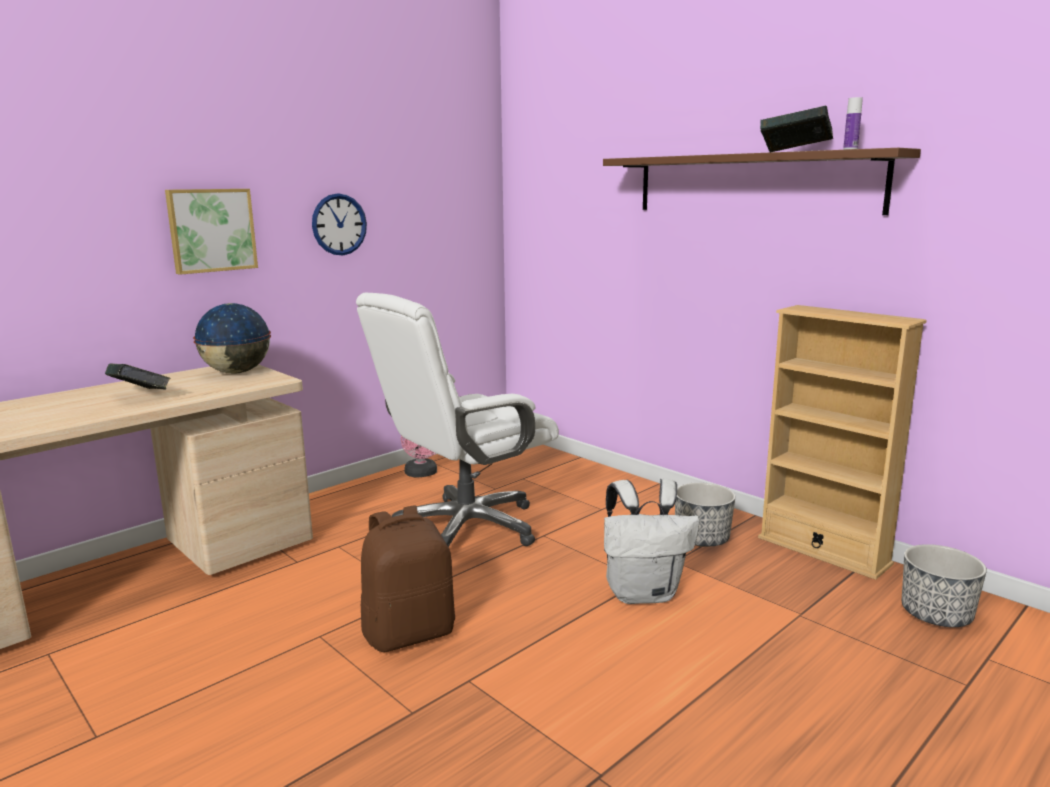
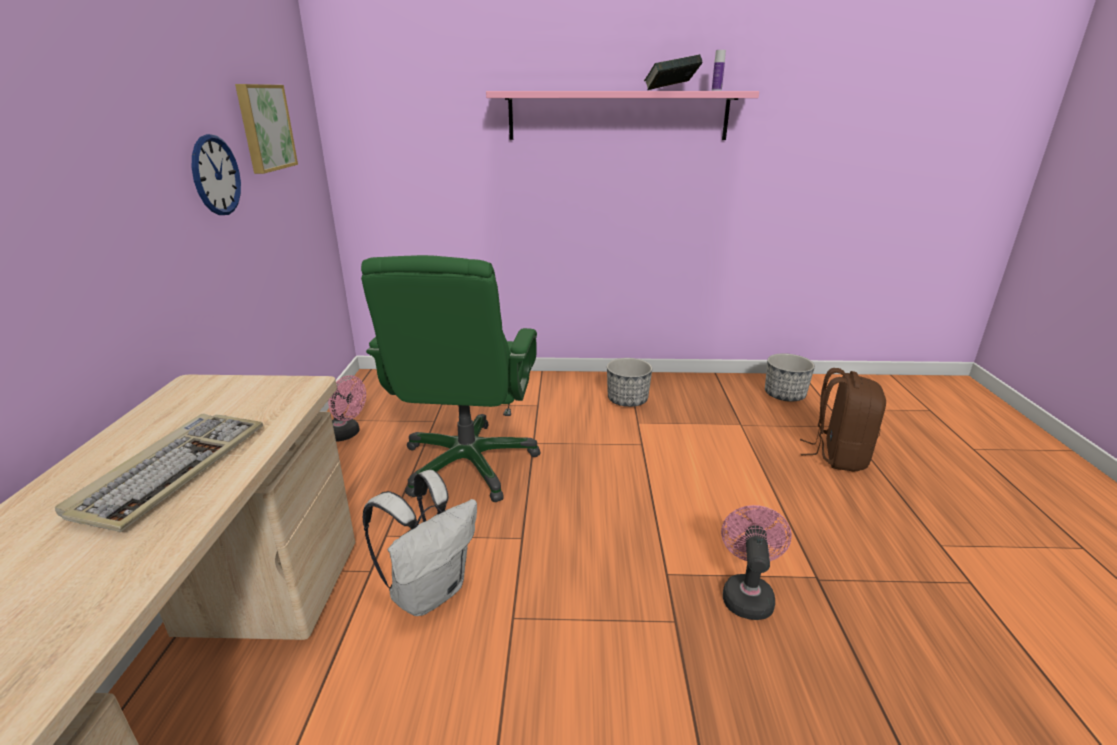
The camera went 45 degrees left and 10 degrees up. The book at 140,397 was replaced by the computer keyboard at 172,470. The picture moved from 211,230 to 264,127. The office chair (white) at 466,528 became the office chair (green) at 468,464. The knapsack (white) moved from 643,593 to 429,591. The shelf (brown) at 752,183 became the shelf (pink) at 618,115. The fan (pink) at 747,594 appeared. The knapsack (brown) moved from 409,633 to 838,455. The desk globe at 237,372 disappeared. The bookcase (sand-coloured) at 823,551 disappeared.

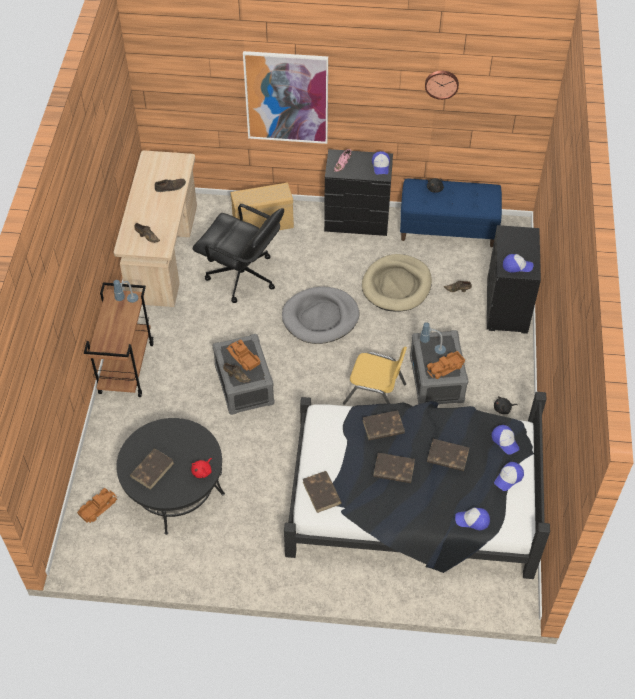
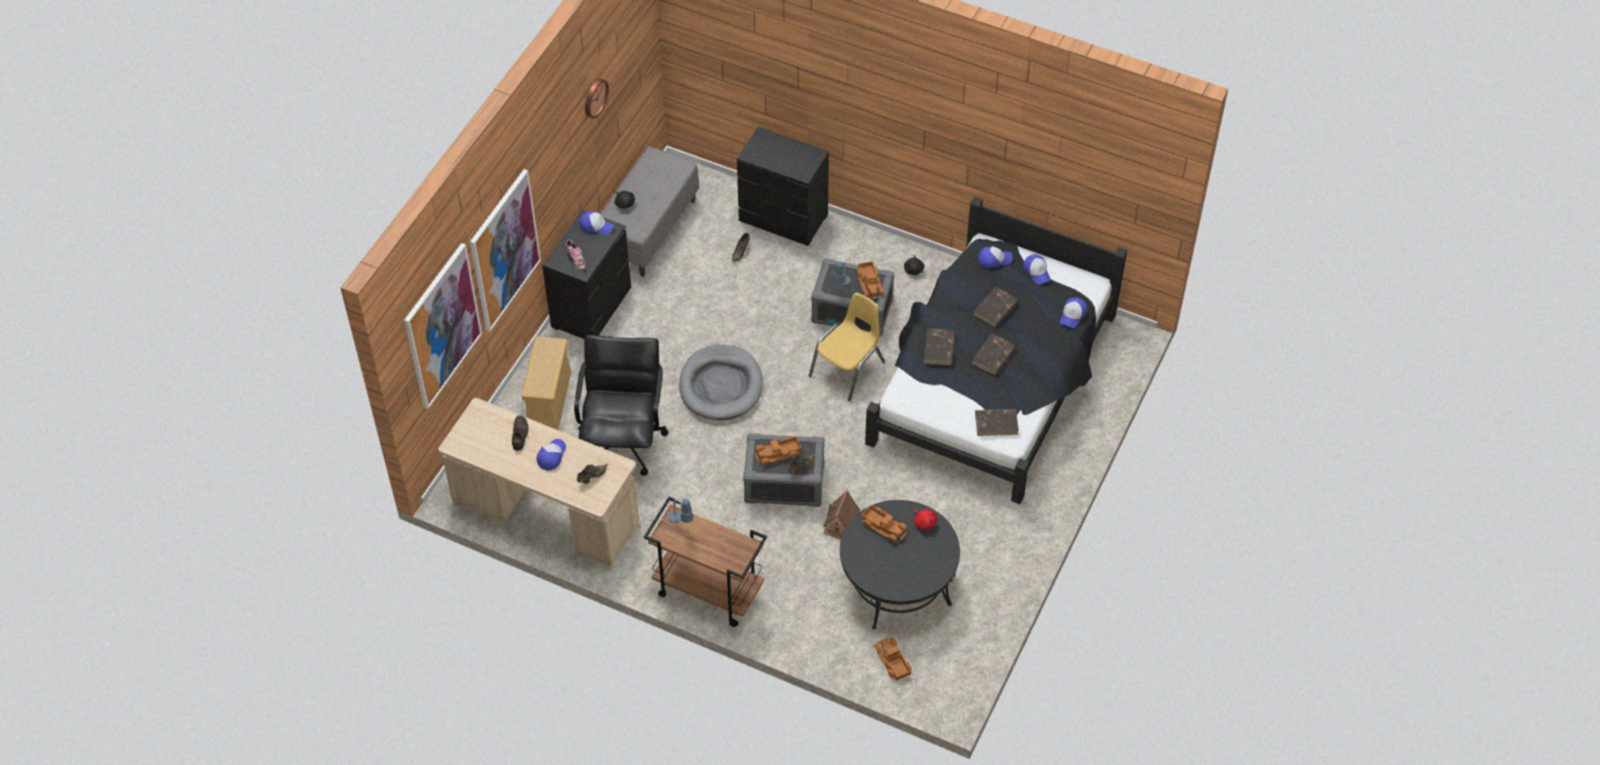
The camera went 70 degrees left and 0 degrees up. The picture at 442,326 appeared. The cap moved from 517,266 to 551,456. The office chair (black) at 242,277 turned 45 degrees counterclockwise. The bench (blue) at 448,229 became the bench (gray) at 648,229. The toy house at 840,522 appeared. The toy truck at 884,526 appeared. The book (brown) at 152,469 disappeared. The pet bed (sand-coloured) at 396,285 disappeared.

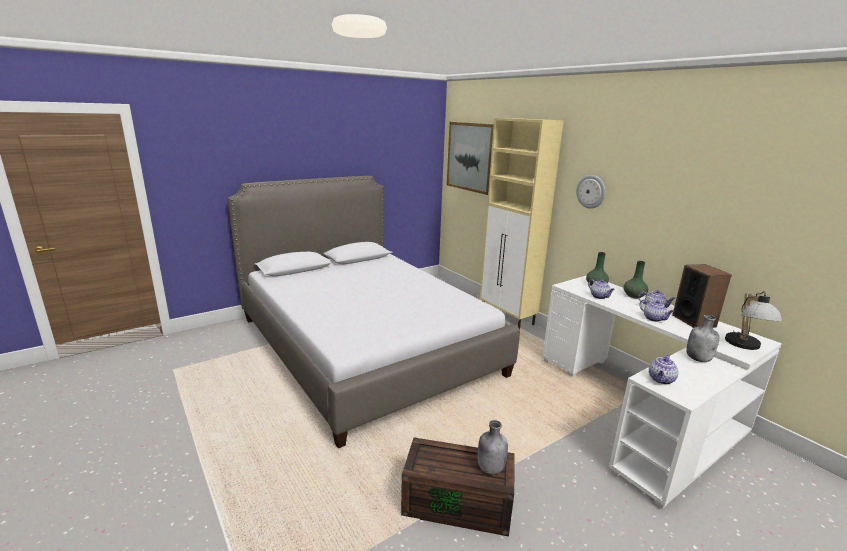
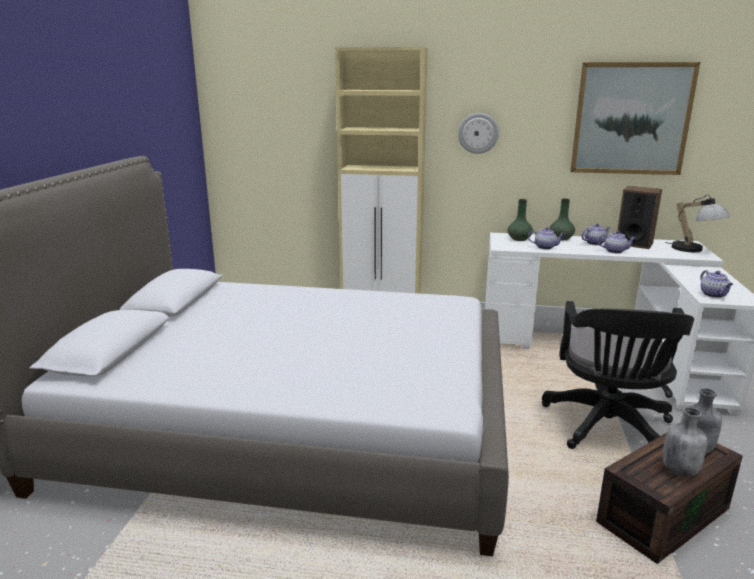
The camera went 45 degrees left and 0 degrees up. The office chair (black) at 608,428 appeared. The picture moved from 470,157 to 631,119. The beverage bottle (gray) moved from 698,359 to 679,470.

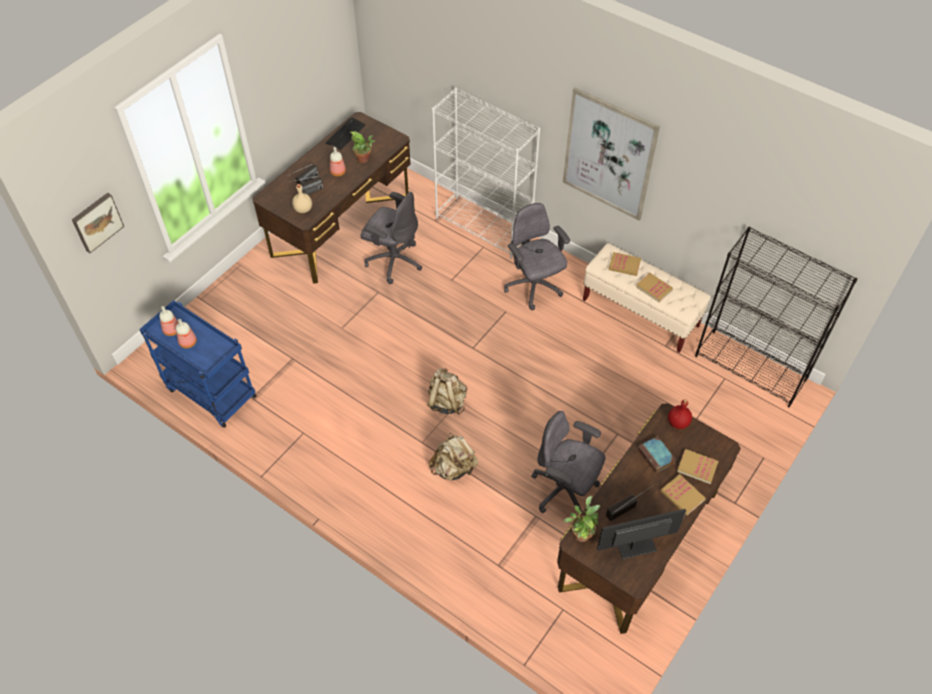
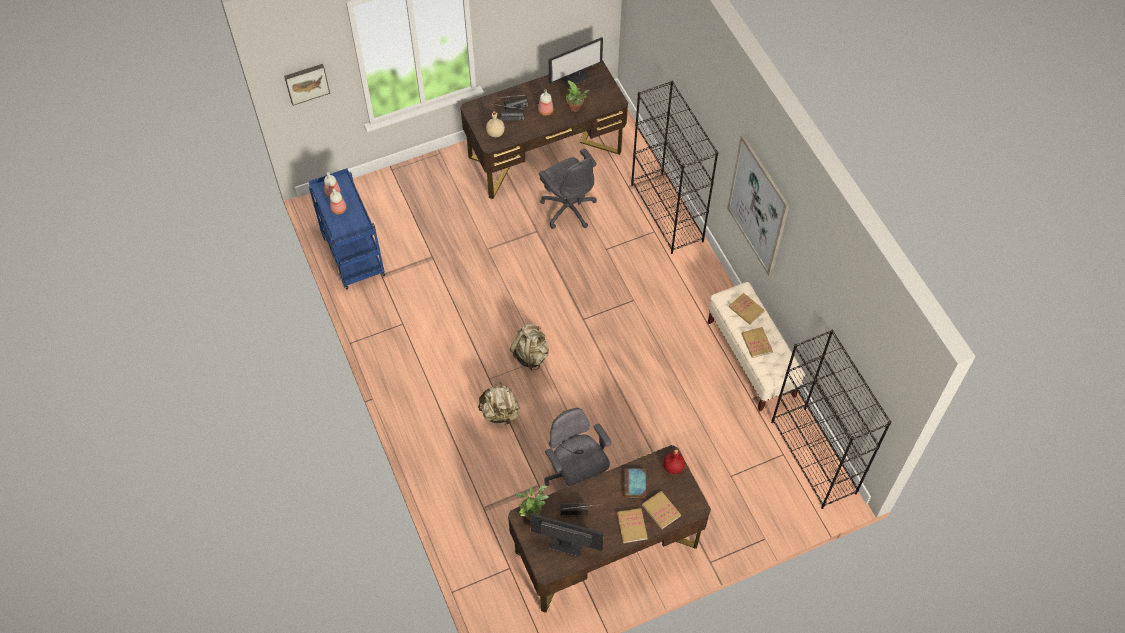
The camera went 30 degrees right and 5 degrees up. The computer keyboard at 345,134 was replaced by the computer screen at 575,76. The bookcase (white) at 484,227 became the bookcase (black) at 667,213. The office chair (gray) at 534,287 disappeared.

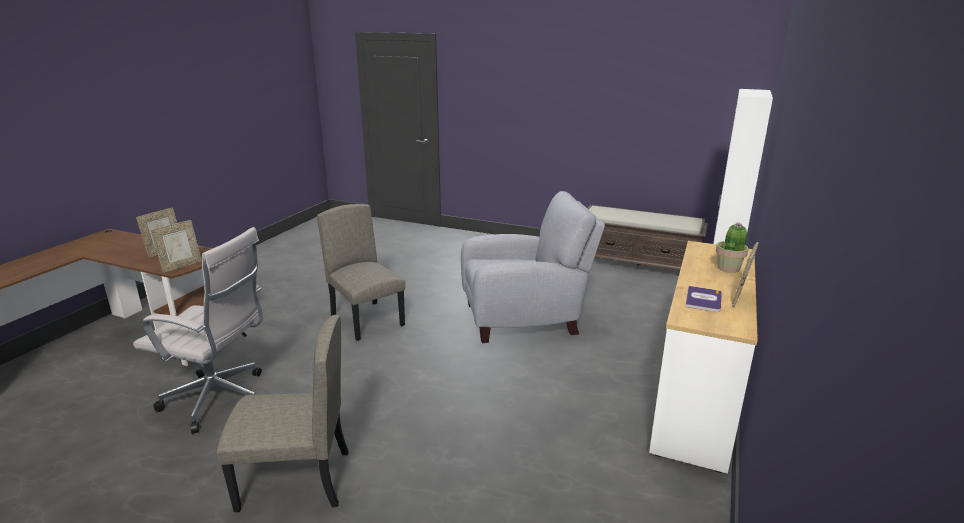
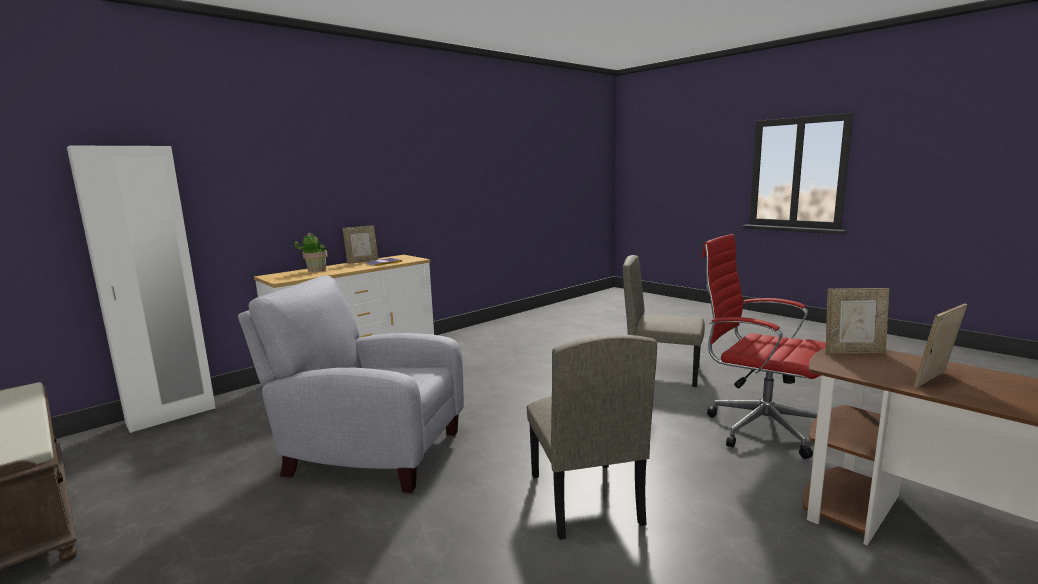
The camera went 155 degrees left and 10 degrees down. The office chair (white) at 220,400 became the office chair (reddish) at 758,428. The standing frame at 181,266 turned 150 degrees counterclockwise.

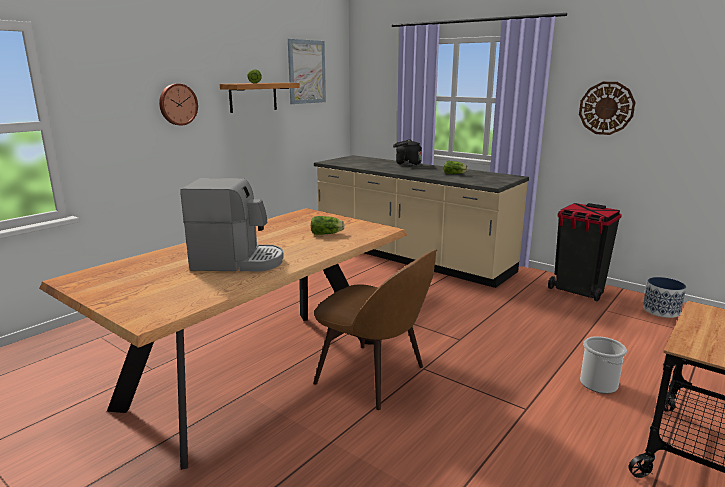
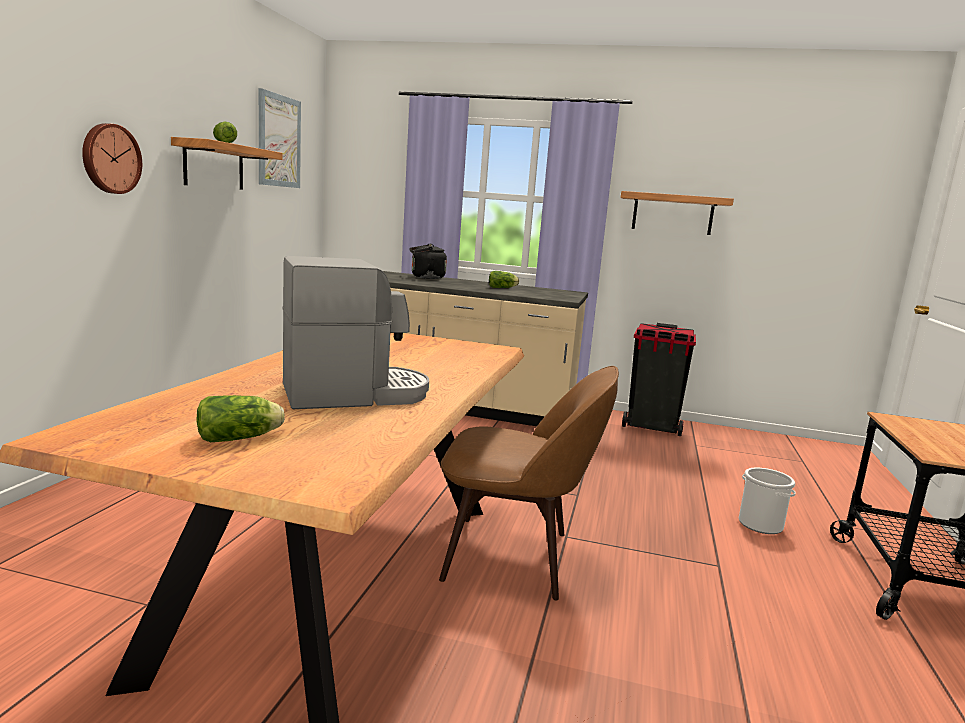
The camera went 25 degrees left and 5 degrees down. The head of lettuce moved from 327,234 to 242,438. The hanging clock at 606,108 was replaced by the shelf at 672,214. The flower pot at 661,311 disappeared.

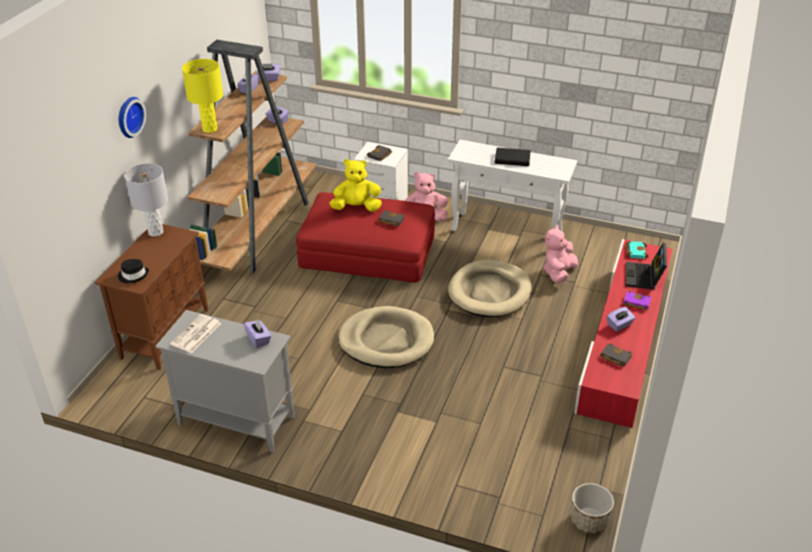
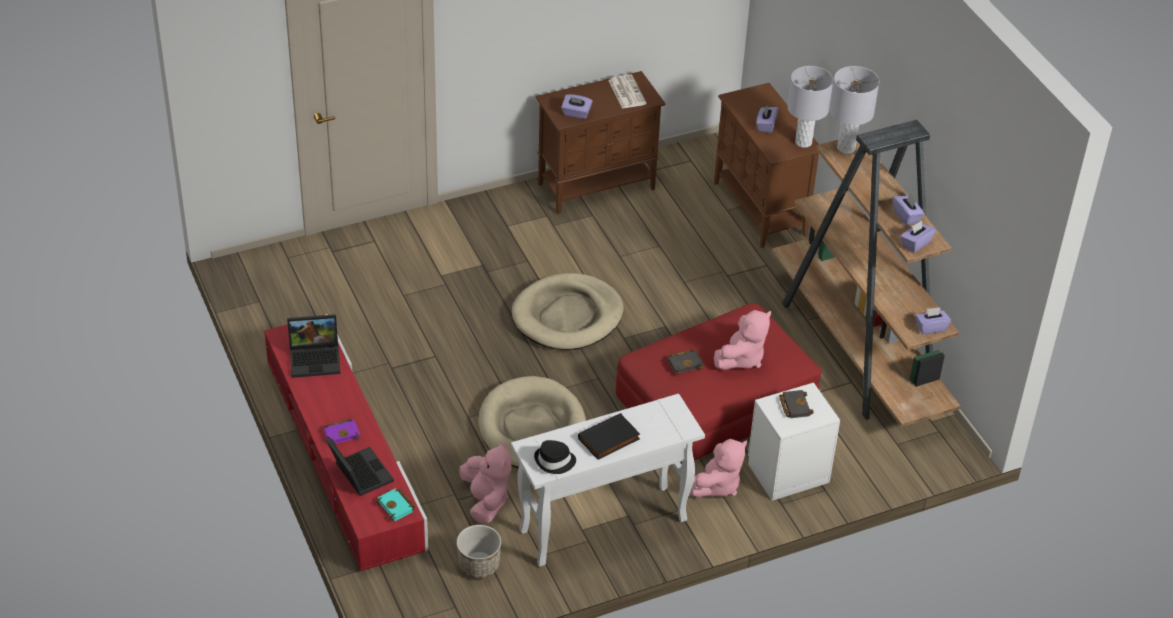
The camera went 135 degrees right and 5 degrees up. The book (black) at 614,357 was replaced by the portable computer at 316,358. The flower pot moved from 588,520 to 479,566. The clothing hat (black) moved from 133,275 to 554,461. The cabinet (gray) at 235,420 became the cabinet (brown) at 597,186. The cuddly toy (yellowish) at 356,208 became the cuddly toy (pink) at 741,358. The tissue box (purplish) moved from 619,325 to 766,125. The lamp for a table (yellowish) at 209,129 became the lamp for a table (gray) at 846,147. The hanging clock at 128,116 disappeared.

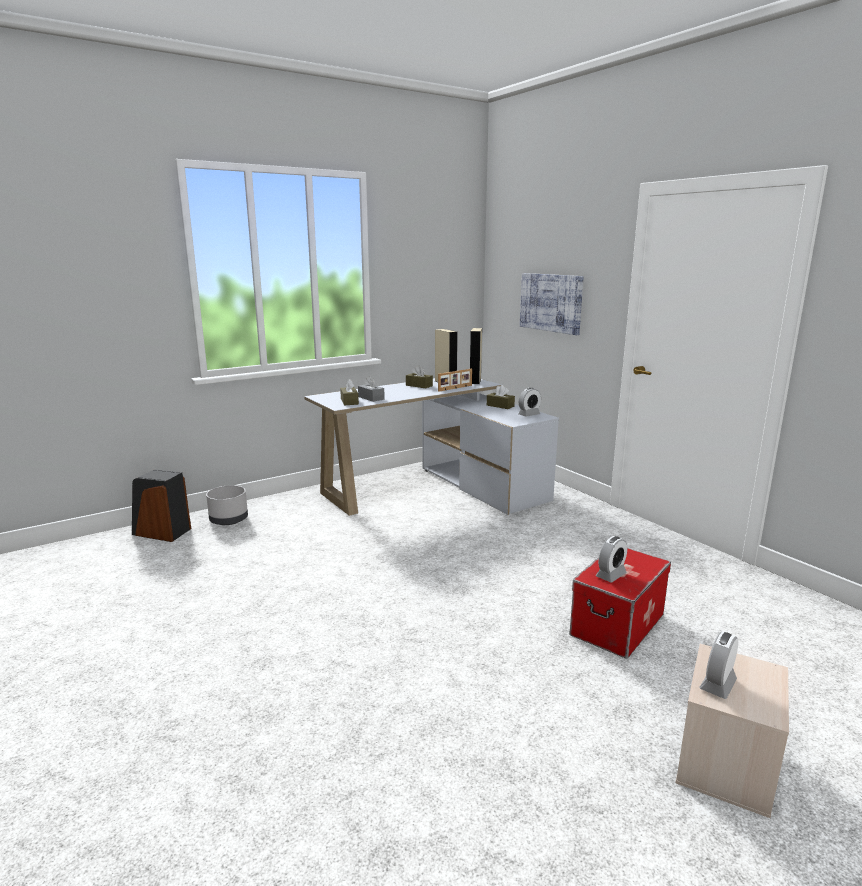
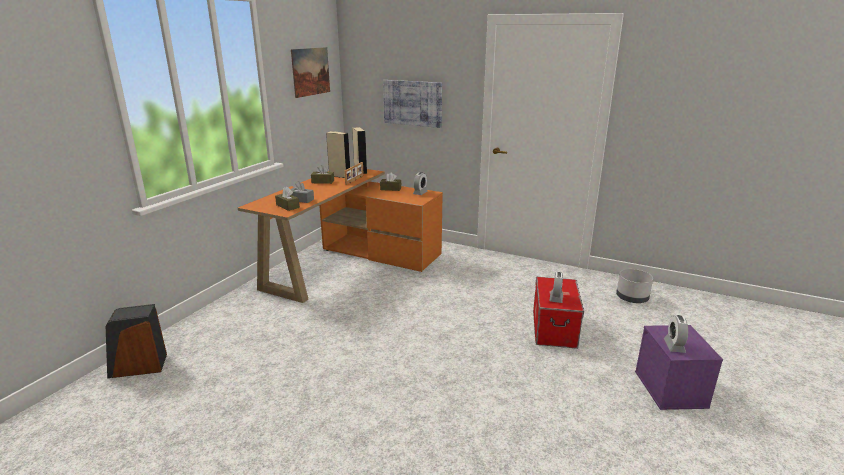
The camera went 30 degrees left and 5 degrees up. The desk (white) at 435,488 became the desk (orangey) at 348,263. The picture at 311,71 appeared. The flower pot (gray) moved from 229,520 to 631,297. The storage bin (sand-coloured) at 726,765 became the storage bin (purplish) at 671,389.

